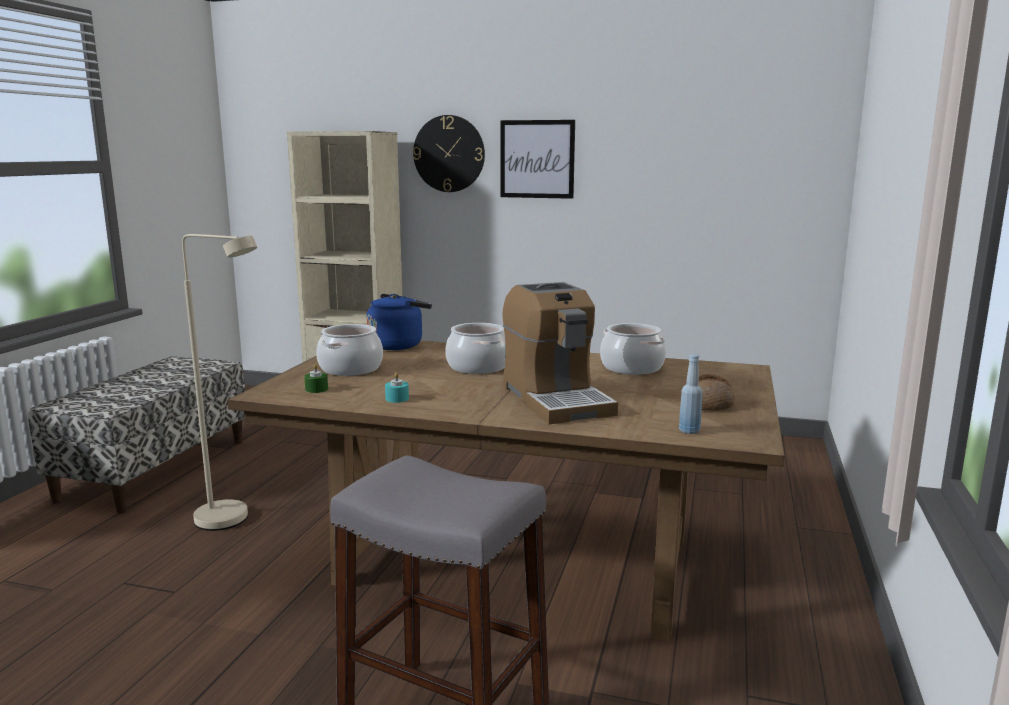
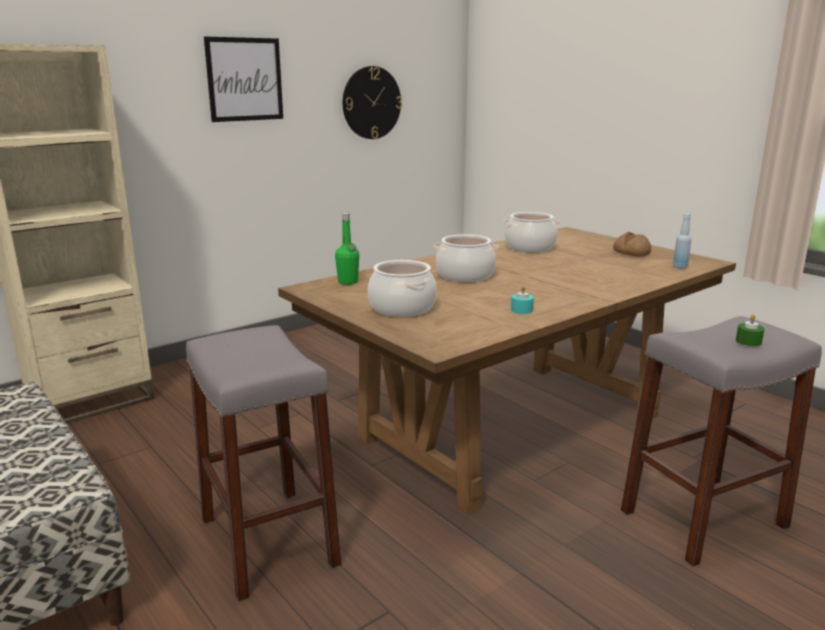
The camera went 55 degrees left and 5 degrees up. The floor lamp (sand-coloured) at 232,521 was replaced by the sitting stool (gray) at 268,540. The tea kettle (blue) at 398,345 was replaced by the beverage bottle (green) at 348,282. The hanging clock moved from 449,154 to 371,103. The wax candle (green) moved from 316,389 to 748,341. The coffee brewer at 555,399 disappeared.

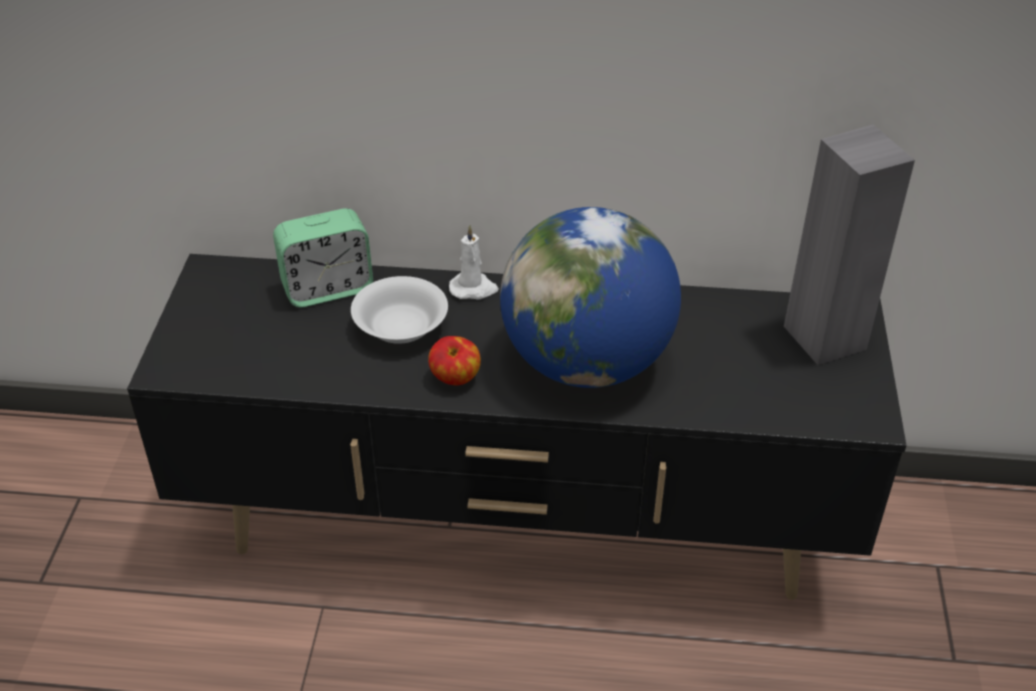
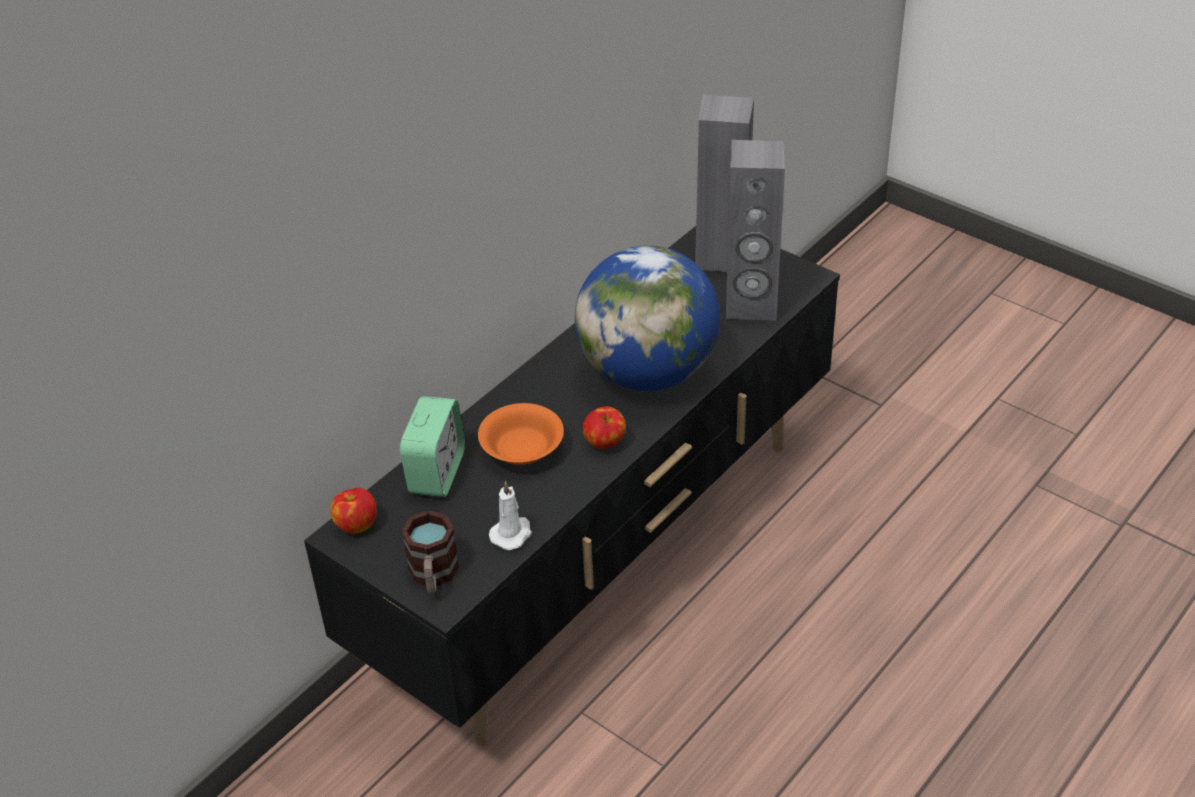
The camera went 55 degrees left and 0 degrees up. The apple fruit at 356,525 appeared. The coffee mug at 433,576 appeared. The bowl (white) at 399,327 became the bowl (orangey) at 521,450. The wax candle (white) moved from 474,289 to 512,534. The speaker (gray) at 751,305 appeared.

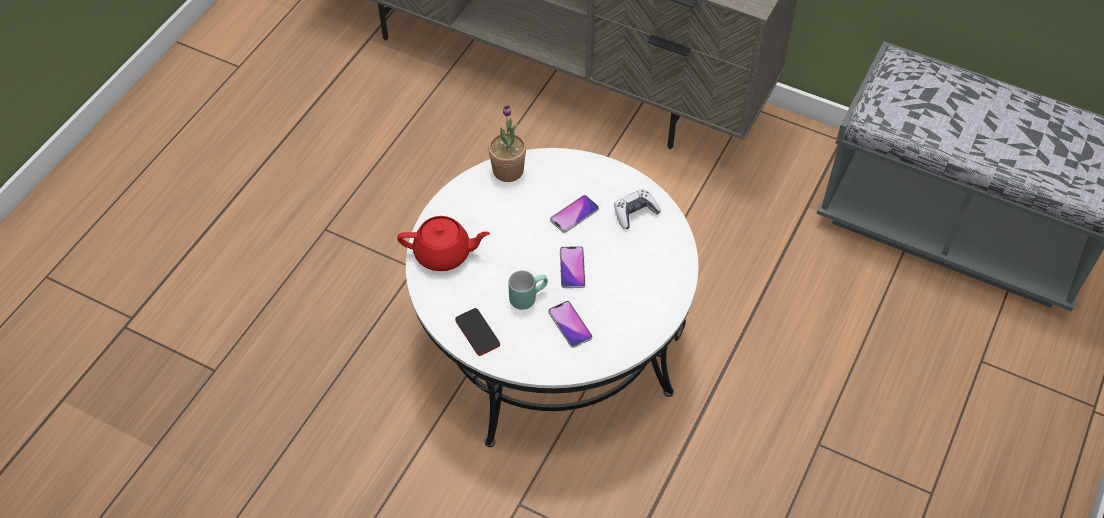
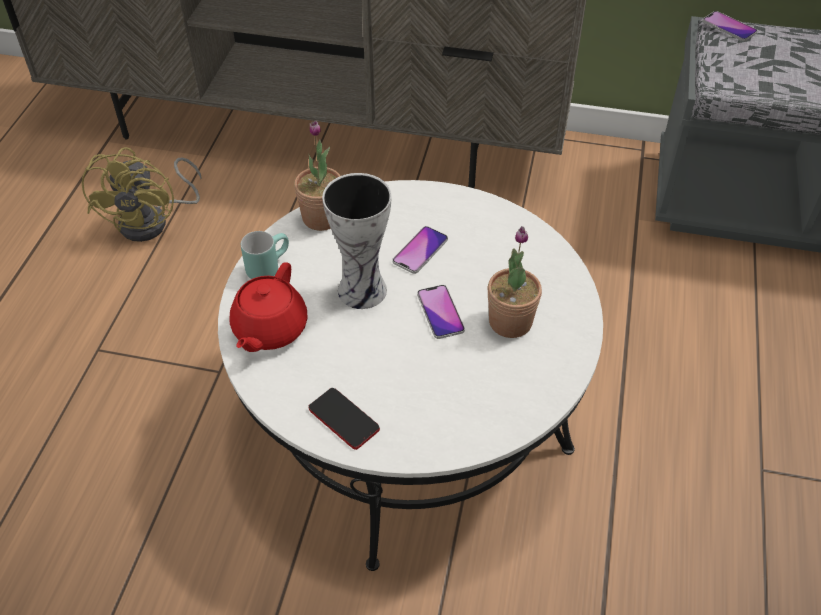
The camera went 15 degrees left and 5 degrees down. The fan (yellowish) at 153,221 appeared. The teapot (reddish) at 444,254 turned 120 degrees clockwise. The coffee mug (turquoise-coloured) moved from 527,296 to 267,266. The vase at 364,289 appeared. The houseplant at 510,322 appeared. The phone moved from 570,324 to 729,27. The gamepad at 635,213 disappeared.

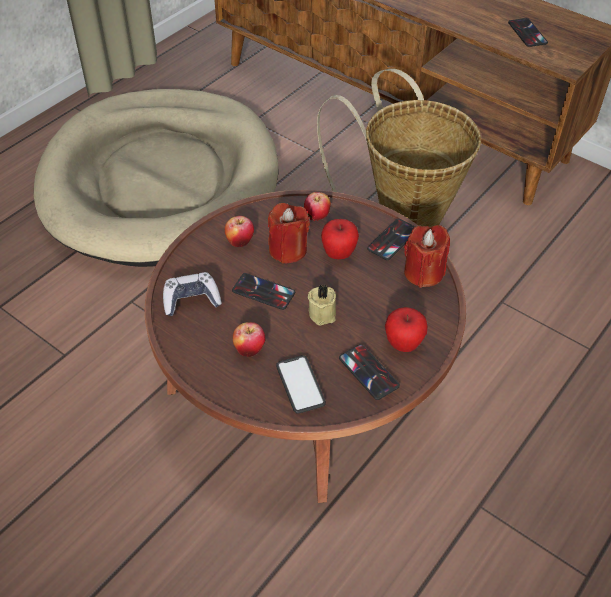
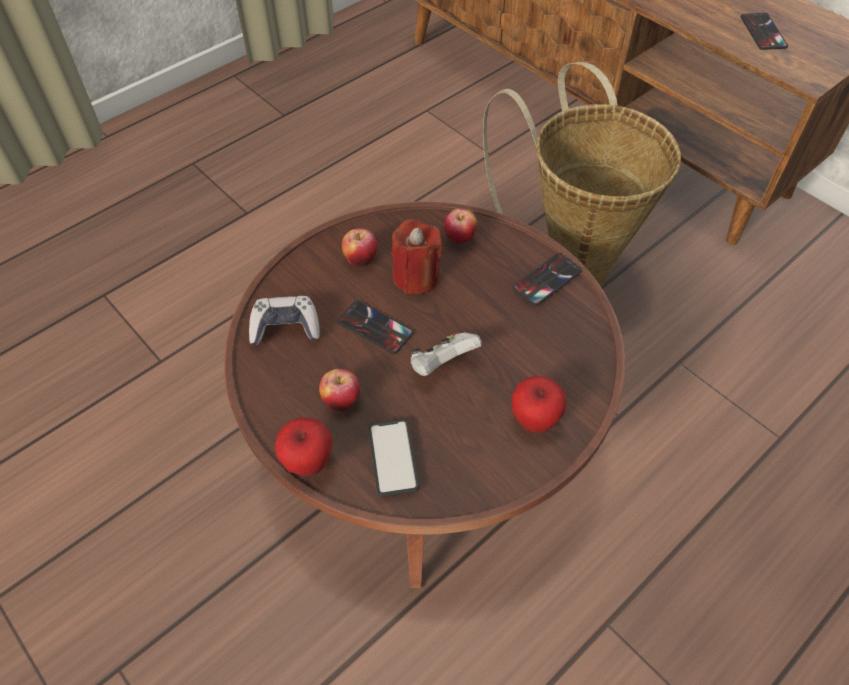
The camera went 10 degrees right and 5 degrees up. The apple fruit moved from 338,254 to 308,462. The wax candle (sand-coloured) at 323,313 was replaced by the gamepad (white) at 442,364. The pet bed (sand-coloured) at 161,182 disappeared. The phone at 369,372 disappeared. The wax candle (reddish) at 423,273 disappeared.

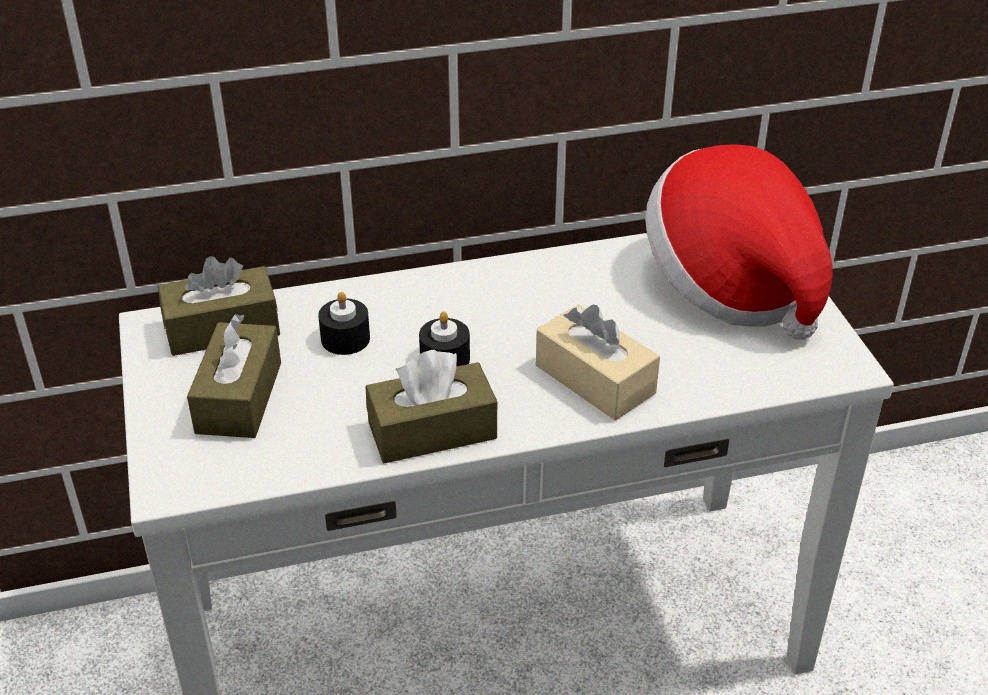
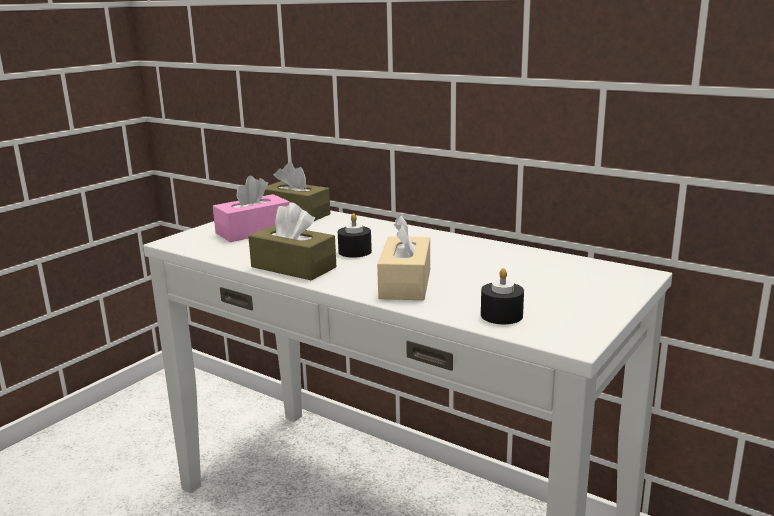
The camera went 50 degrees right and 20 degrees down. The tissue box (brown) at 239,397 became the tissue box (pink) at 253,231. The wax candle (black) moved from 345,339 to 501,315. The clothing hat at 732,284 disappeared.

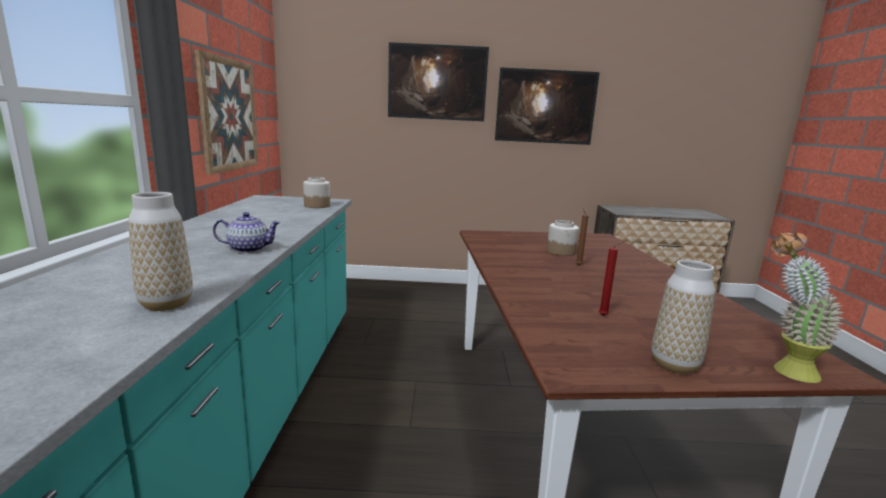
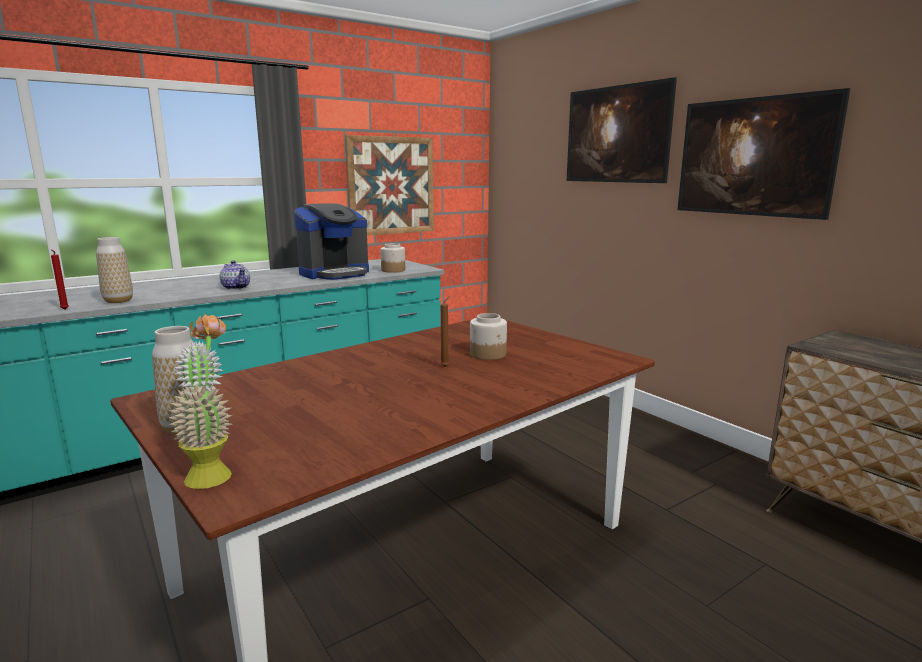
The camera went 55 degrees right and 0 degrees up. The wax candle (reddish) moved from 605,316 to 64,310. The coffee brewer at 335,273 appeared.

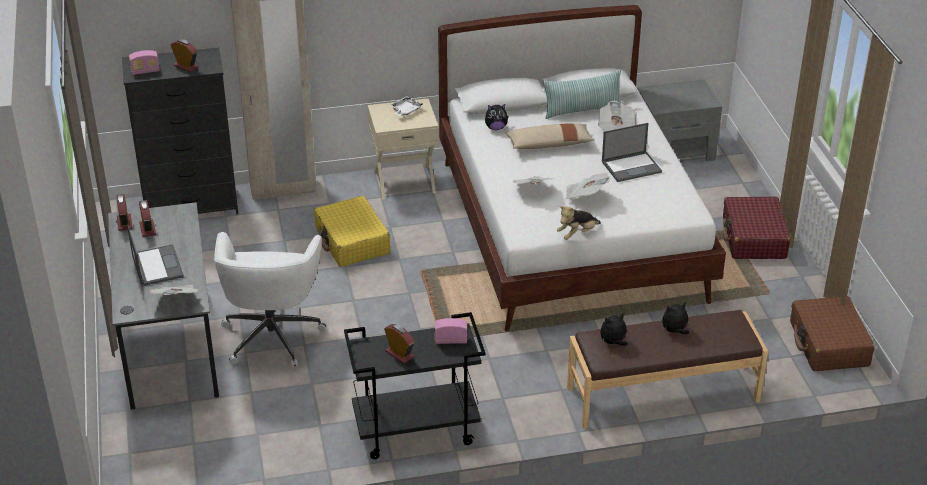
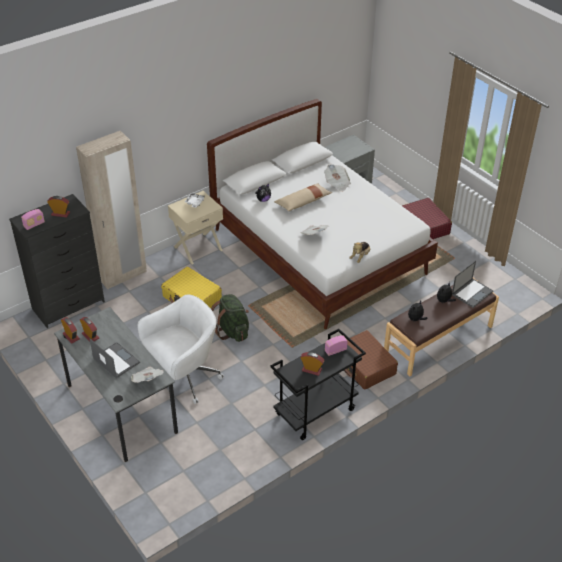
The camera went 25 degrees left and 5 degrees up. The office chair (white) at 272,334 turned 105 degrees counterclockwise. The knapsack (green) at 232,331 appeared. The piece of luggage (brown) moved from 828,344 to 365,366. The portable computer moved from 632,166 to 472,293. The throw pillow at 582,110 disappeared. The printed paper at 585,196 disappeared.

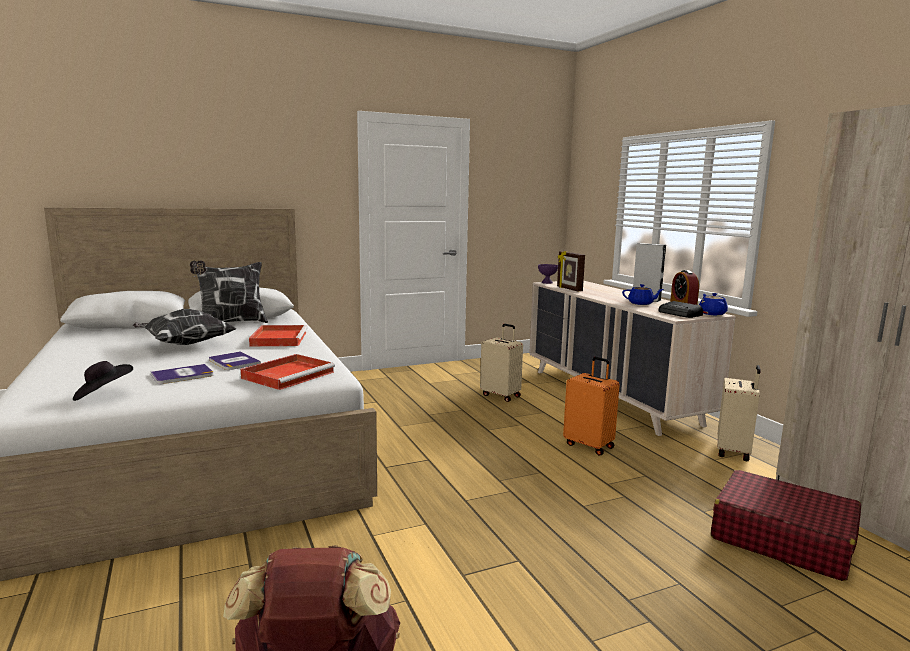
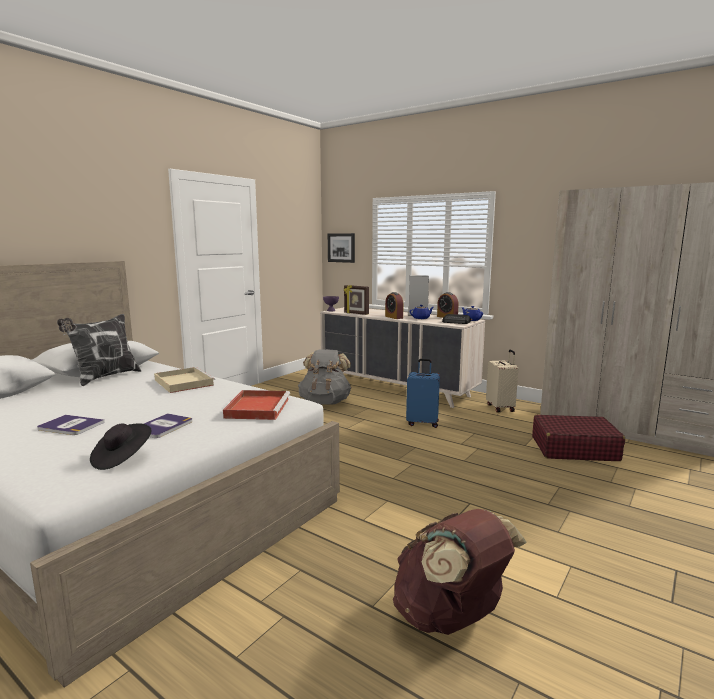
The camera went 30 degrees left and 0 degrees up. The book moved from 234,362 to 70,426. The serving tray (reddish) at 279,338 became the serving tray (sand-coloured) at 183,382. The piece of luggage (sand-coloured) at 501,395 was replaced by the knapsack (gray) at 325,402. The picture at 341,247 appeared. The bedside clock at 394,317 appeared. The piece of luggage (orangey) at 589,445 became the piece of luggage (blue) at 422,423. The throw pillow at 185,344 disappeared.

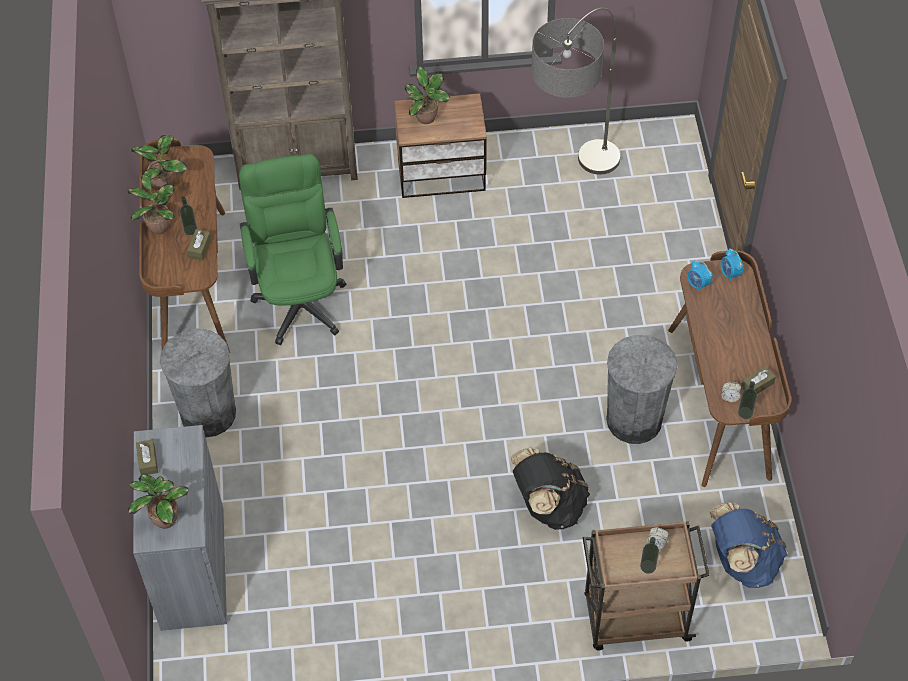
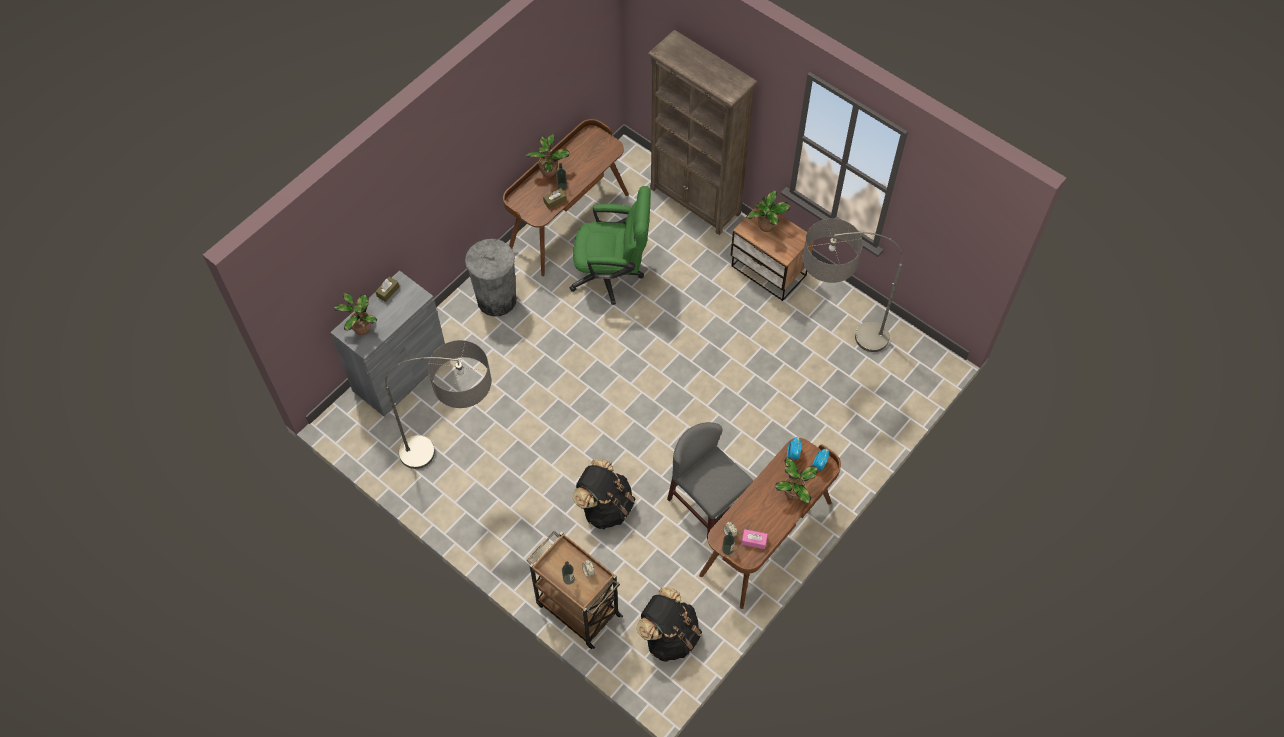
The camera went 45 degrees right and 5 degrees up. The floor lamp at 459,458 appeared. The office chair (green) at 299,296 turned 60 degrees clockwise. The knapsack (blue) at 741,561 became the knapsack (black) at 669,635. The rubbish bin (gray) at 634,420 was replaced by the upright chair (gray) at 707,504. The tissue box (brown) at 757,385 became the tissue box (pink) at 754,541. The houseplant moved from 164,182 to 794,493.

